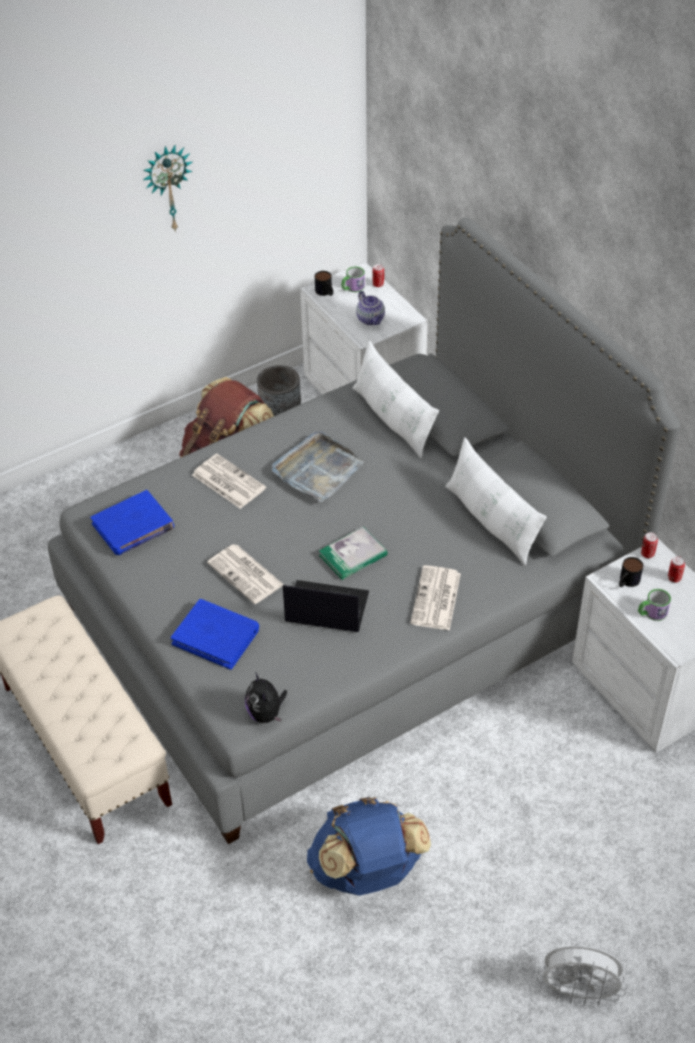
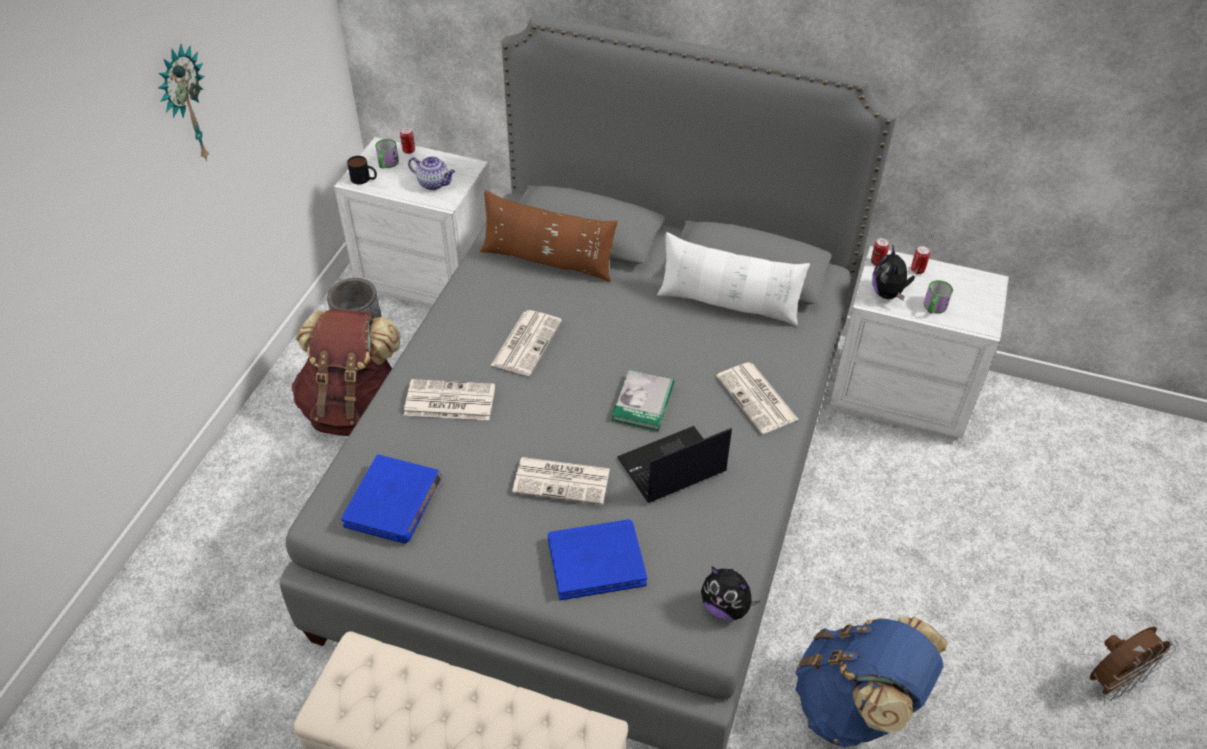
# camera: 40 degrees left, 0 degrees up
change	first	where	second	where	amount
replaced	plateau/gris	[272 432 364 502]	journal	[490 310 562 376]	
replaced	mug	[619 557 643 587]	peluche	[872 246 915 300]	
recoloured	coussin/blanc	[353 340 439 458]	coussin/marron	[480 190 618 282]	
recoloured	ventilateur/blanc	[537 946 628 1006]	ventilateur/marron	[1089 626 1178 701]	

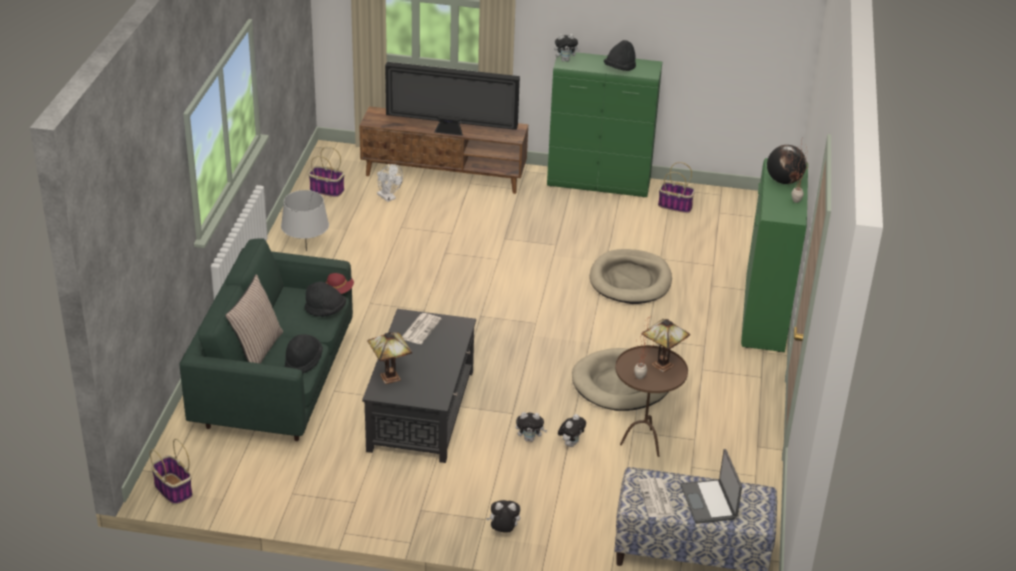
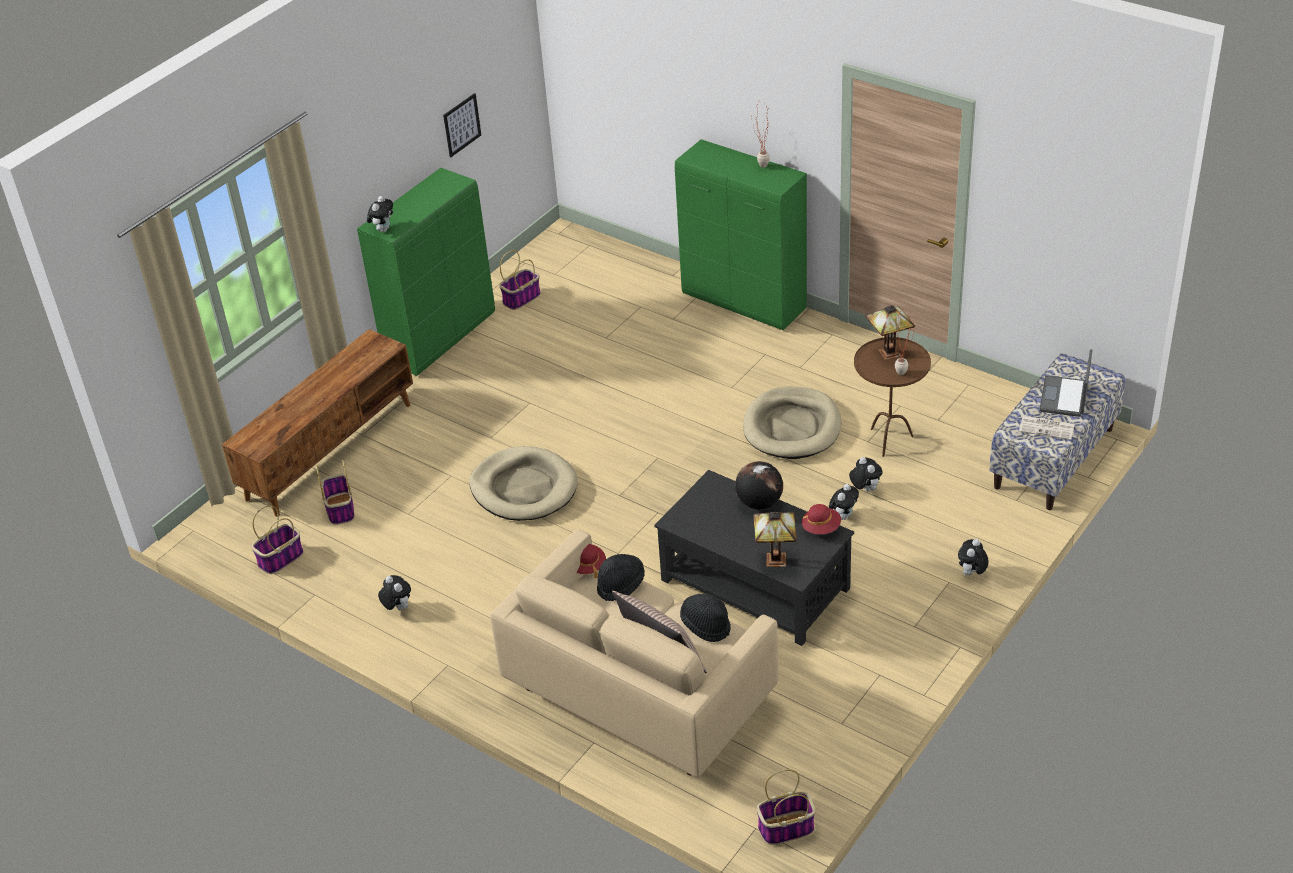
# camera: 60 degrees left, 5 degrees up
change	first	where	second	where	amount
removed	téléviseur	[385 62 520 136]			
removed	journal	[402 313 442 344]			
removed	chapeau/noir	[604 40 636 71]			
added			tableau	[443 93 481 157]	
added			chapeau/rouge	[802 504 841 534]	
moved	panier pour chien/beige	[590 249 672 304]		[469 446 578 521]	
moved	globe	[767 145 807 184]		[735 461 783 509]	
replaced	lampe de table/gris	[281 190 329 251]	peluche	[378 575 411 610]	
replaced	ventilateur/blanc	[377 164 403 202]	panier	[316 460 355 525]	
recoloured	canapé/vert	[179 238 353 441]	canapé/beige	[490 529 778 778]	
turned	ordinateur portable	[680 449 742 524]		[1040 349 1092 417]	90 degrees clockwise

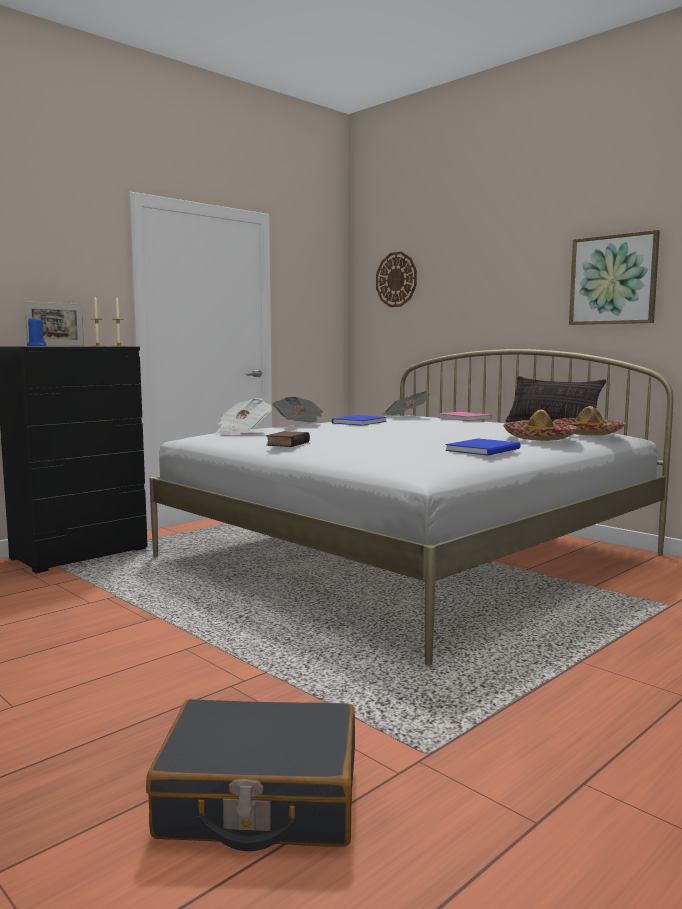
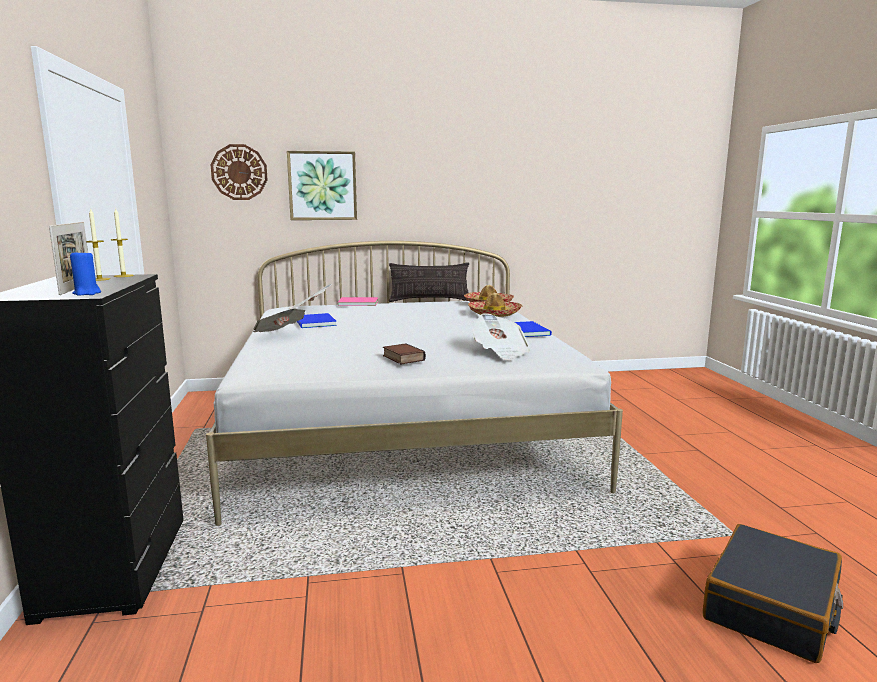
# camera: 55 degrees left, 5 degrees up
change	first	where	second	where	amount
moved	journal	[215 398 272 436]		[471 313 530 360]	
moved	tableau	[569 230 660 325]		[287 151 357 220]	

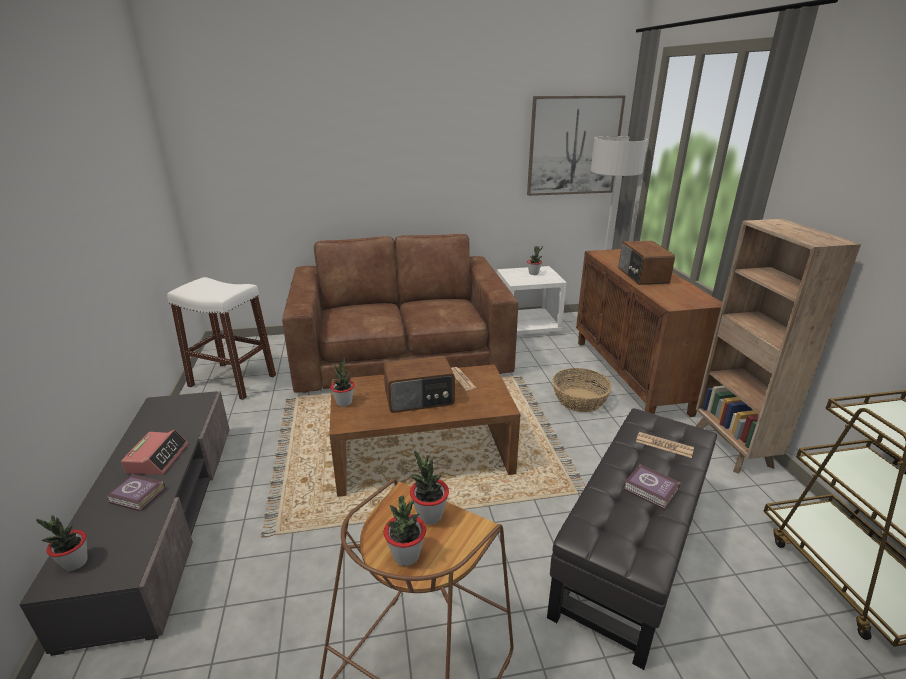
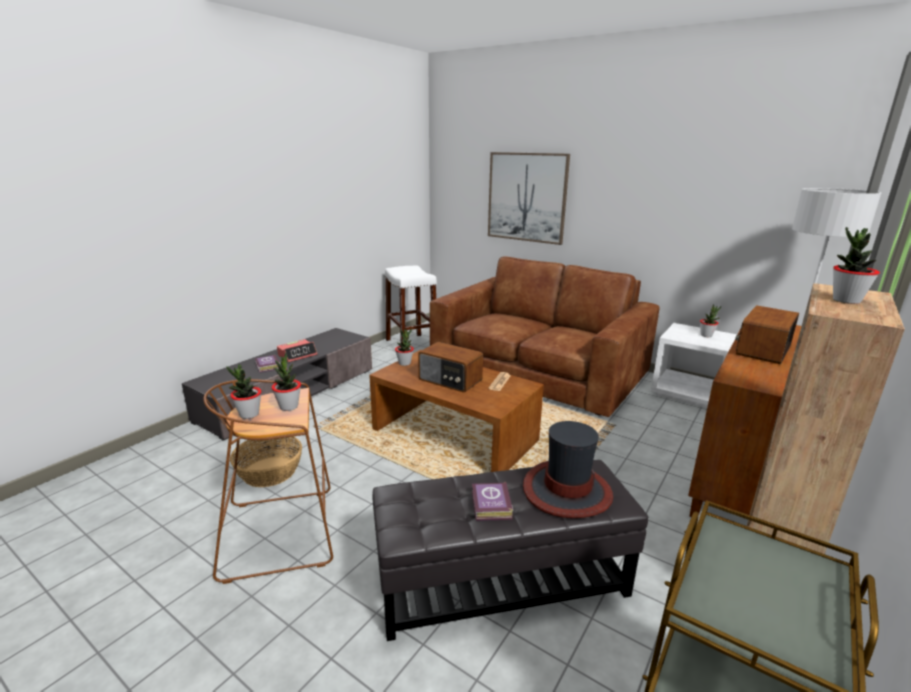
# camera: 45 degrees right, 5 degrees down
change	first	where	second	where	amount
moved	plante en pot	[36 516 88 571]		[833 227 880 304]	
moved	tableau	[527 96 626 196]		[488 152 570 245]	
moved	panier	[552 368 612 412]		[230 436 302 487]	
replaced	journal	[636 432 694 458]	chapeau	[523 421 613 518]	

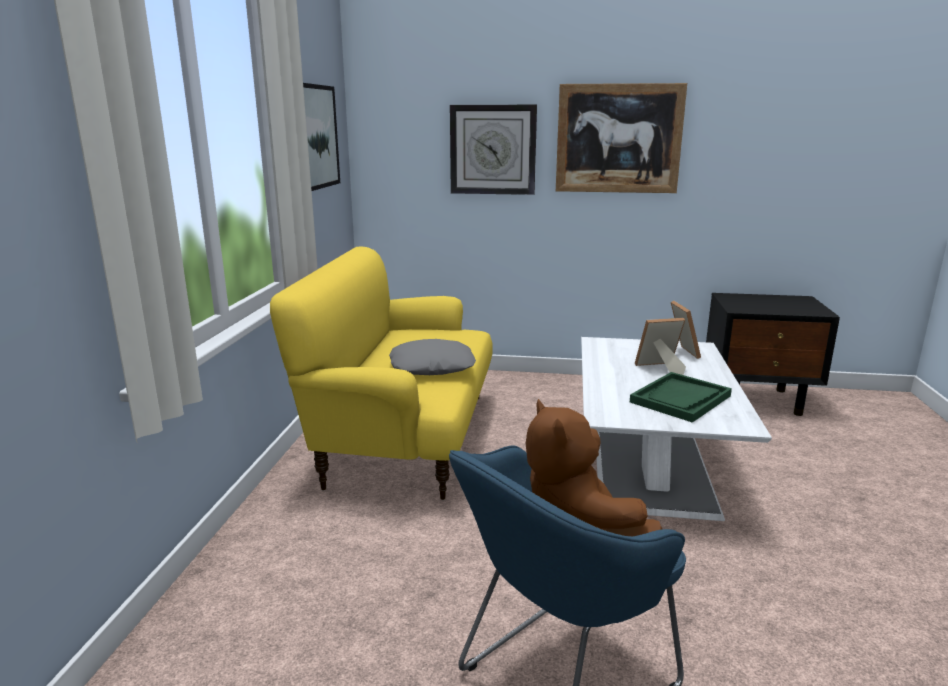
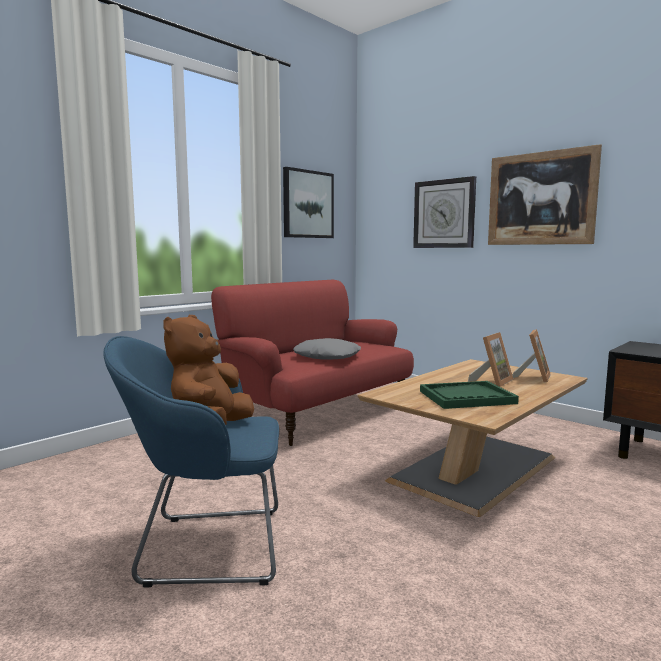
# camera: 35 degrees right, 10 degrees down
change	first	where	second	where	amount
recoloured	canapé/jaune	[270 247 493 500]	canapé/rouge	[211 280 414 446]	
recoloured	table basse/blanc	[581 337 772 521]	table basse/marron	[357 359 588 517]	
turned	cadre photo	[635 318 686 375]		[468 332 514 387]	105 degrees clockwise

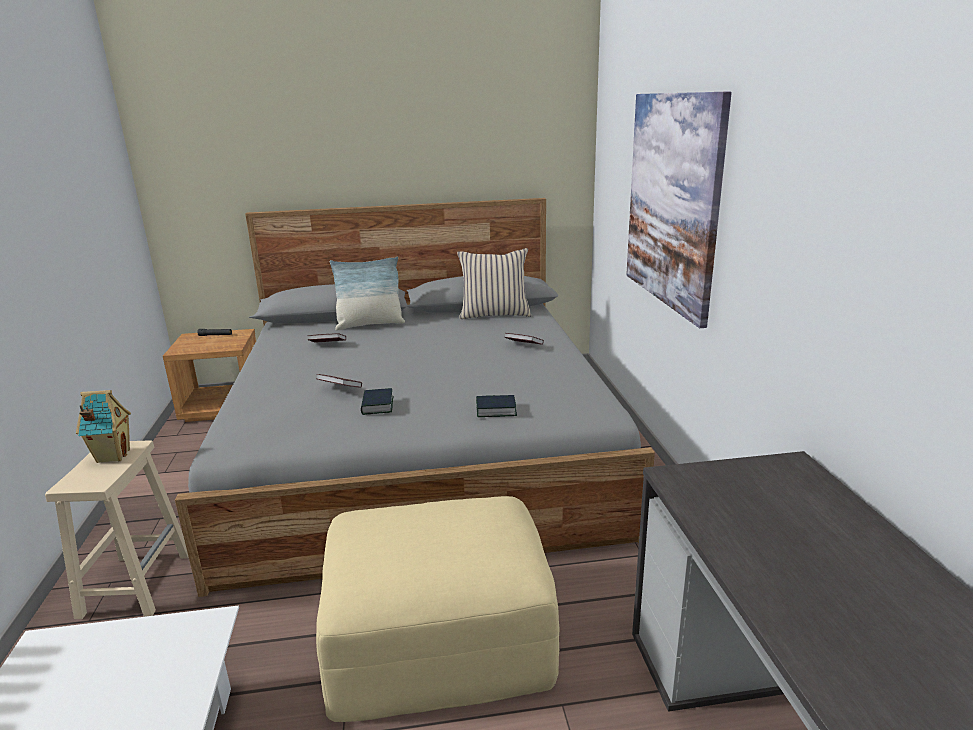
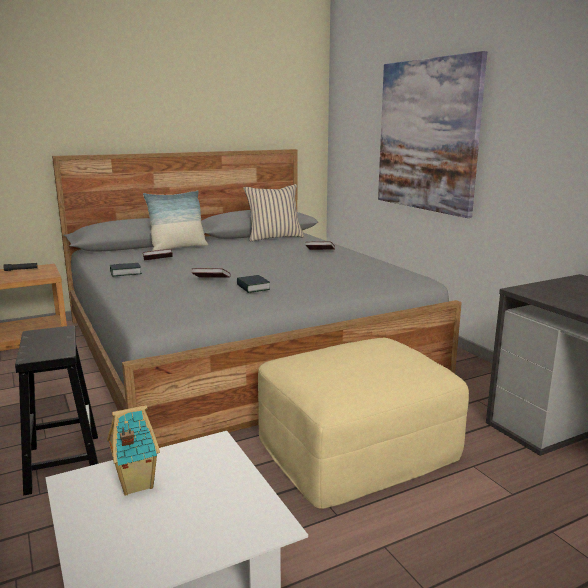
# camera: 20 degrees left, 5 degrees down
change	first	where	second	where	amount
moved	maison miniature	[76 390 131 463]		[107 405 160 496]	
moved	livre	[476 395 517 417]		[110 263 142 276]	
recoloured	tabouret/beige	[45 440 189 619]	tabouret/noir	[15 326 99 495]	

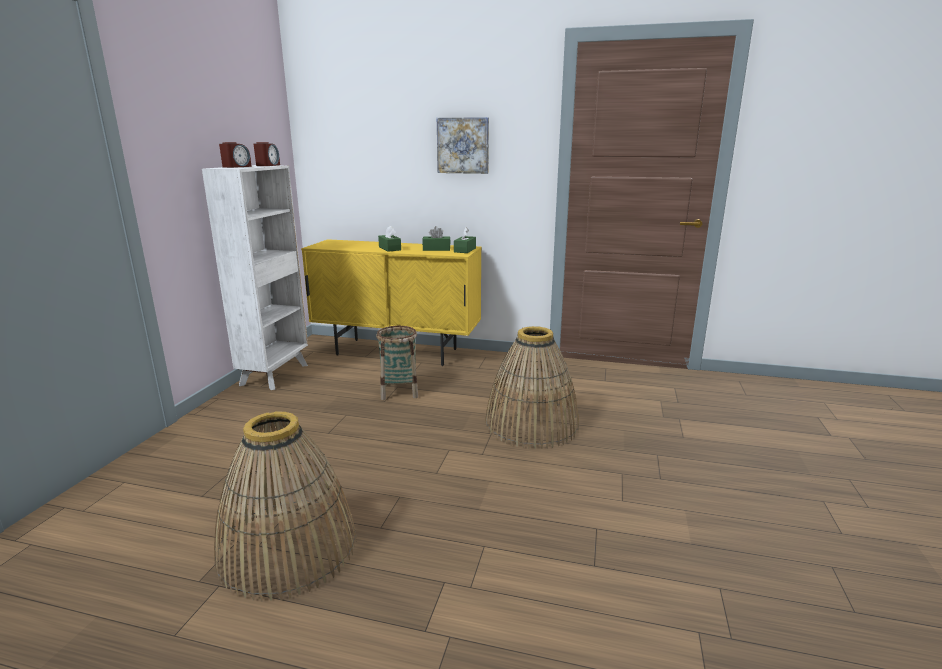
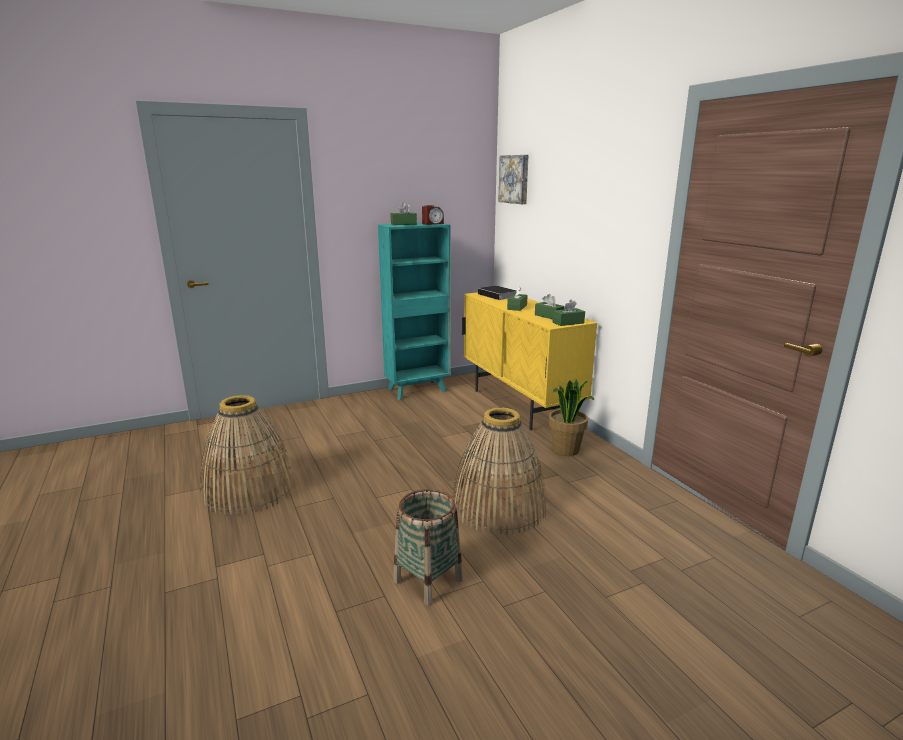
# camera: 50 degrees right, 0 degrees up
change	first	where	second	where	amount
added			livre	[478 286 517 300]	
added			plante en pot	[549 379 594 456]	
moved	panier	[376 326 418 400]		[393 489 463 606]	
moved	tableau	[437 117 489 174]		[498 155 529 204]	
replaced	réveil	[219 142 252 168]	boîte à mouchoirs/vert	[391 203 417 225]	
recoloured	bibliothèque/blanc	[202 165 308 390]	bibliothèque/turquoise	[378 223 451 400]	

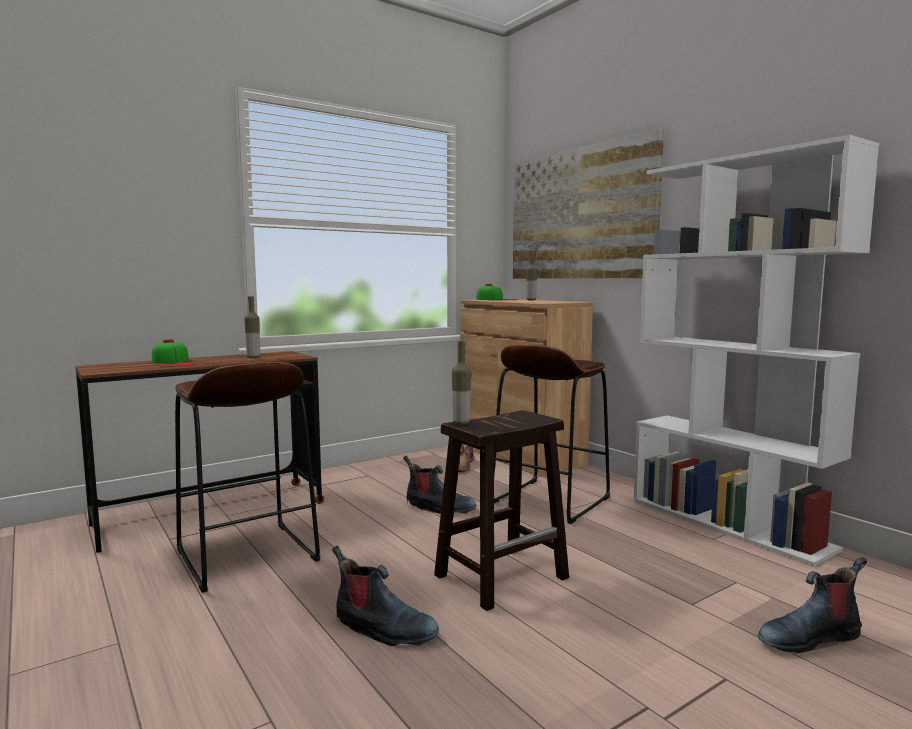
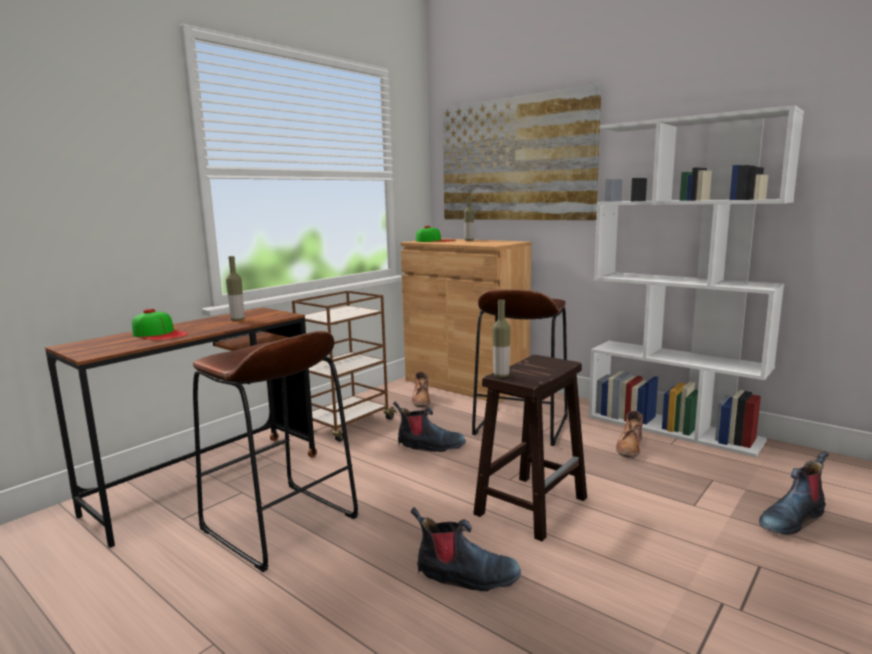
# camera: 15 degrees left, 5 degrees up
change	first	where	second	where	amount
added			chariot/marron	[292 291 397 442]	
added			botte/marron	[616 411 643 458]	

